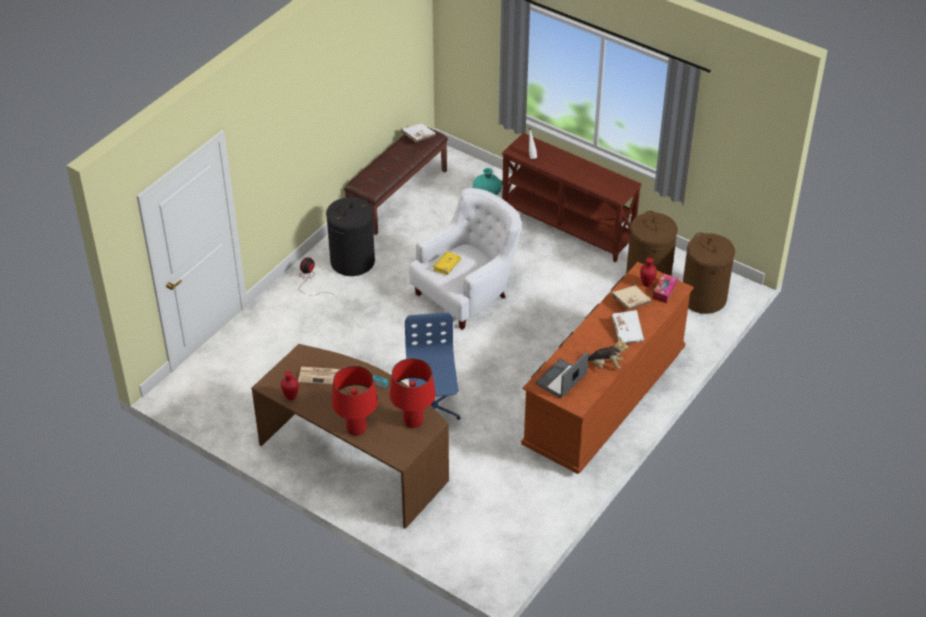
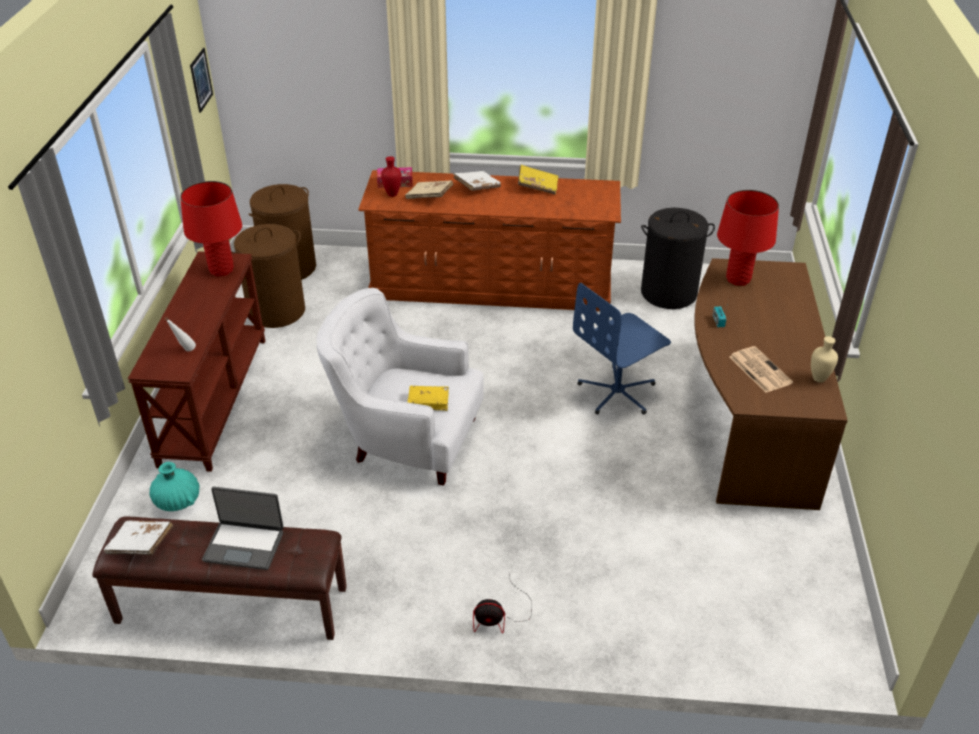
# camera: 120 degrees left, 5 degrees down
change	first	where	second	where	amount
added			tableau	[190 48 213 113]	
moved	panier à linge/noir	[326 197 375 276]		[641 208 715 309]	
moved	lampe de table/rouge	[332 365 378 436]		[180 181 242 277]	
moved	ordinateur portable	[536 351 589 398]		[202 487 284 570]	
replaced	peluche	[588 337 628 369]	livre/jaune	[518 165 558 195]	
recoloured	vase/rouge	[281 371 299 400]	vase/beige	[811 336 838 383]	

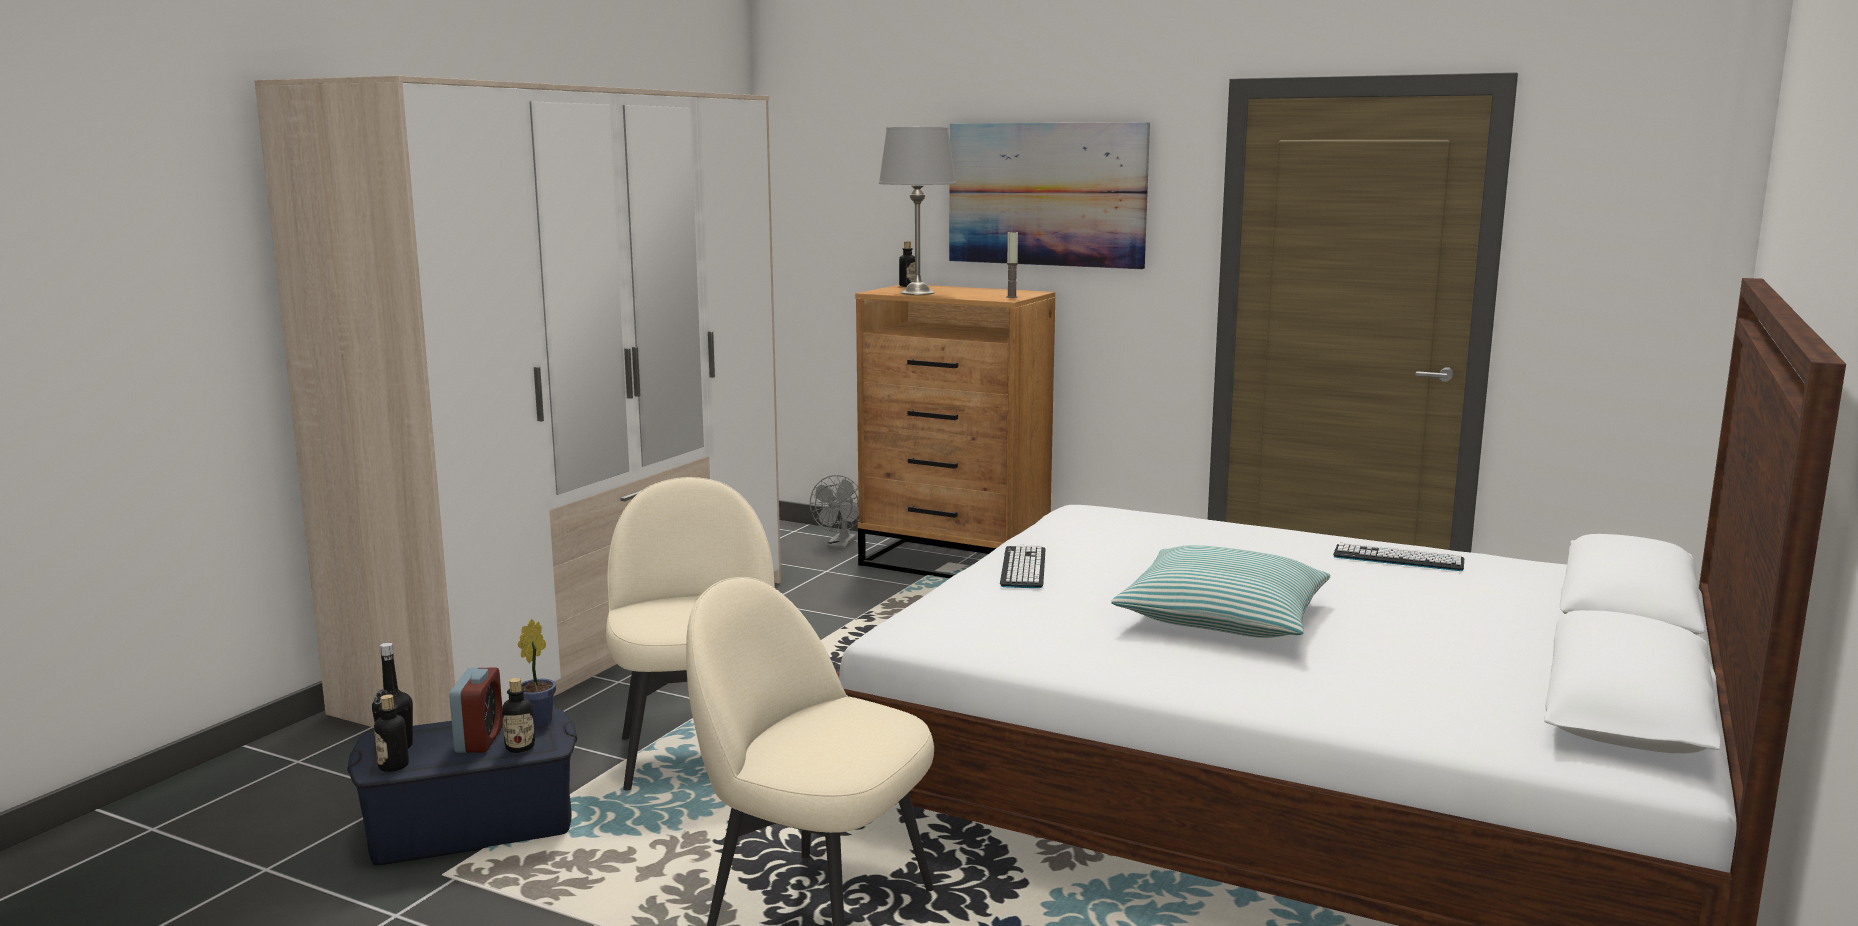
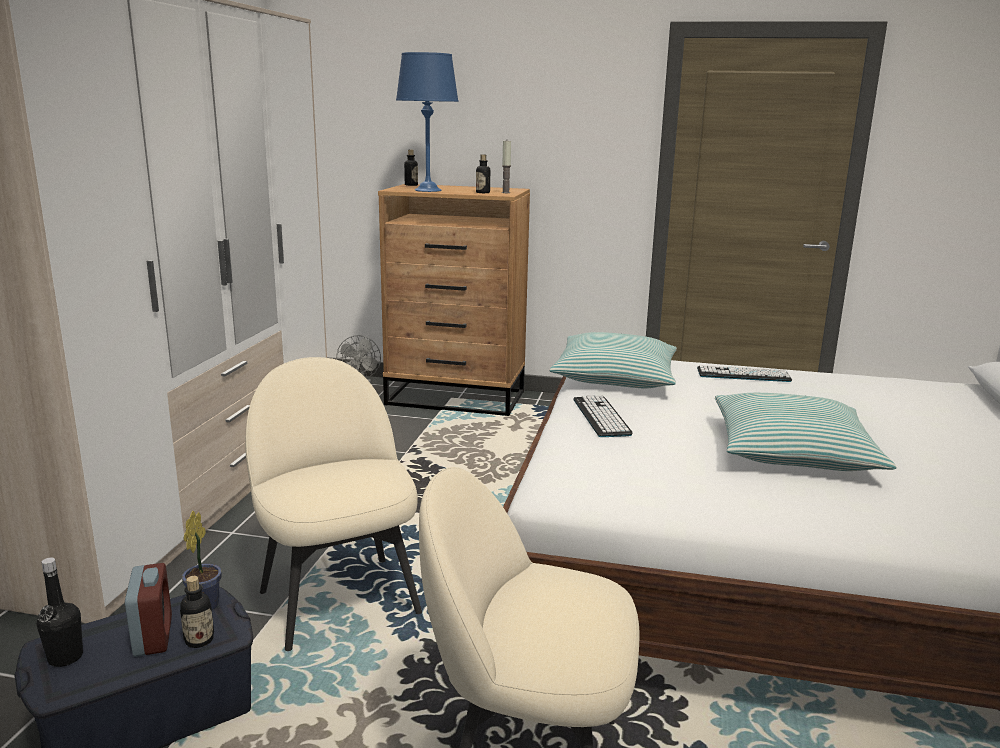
# camera: 15 degrees left, 5 degrees up
change	first	where	second	where	amount
removed	tableau	[949 122 1150 269]			
added			coussin	[550 332 677 388]	
moved	bouteille	[374 694 409 772]		[476 154 490 193]	
moved	clavier	[1333 543 1464 571]		[697 365 792 382]	
recoloured	lampe de table/gris	[879 127 956 295]	lampe de table/bleu	[396 52 459 192]	

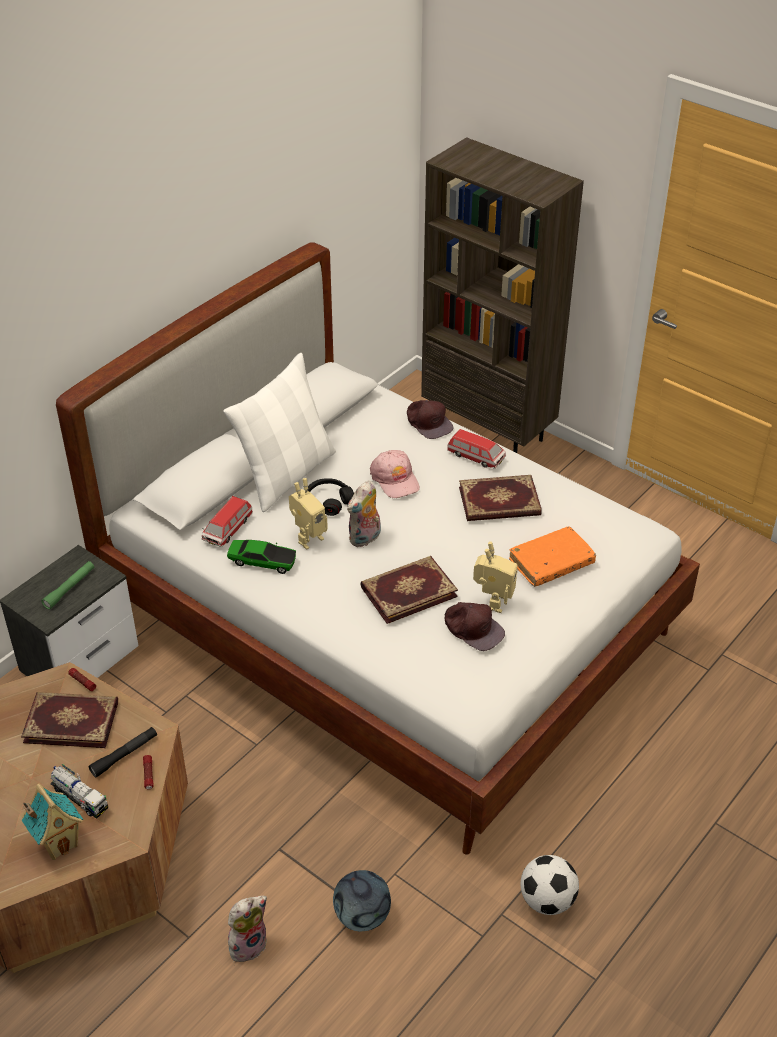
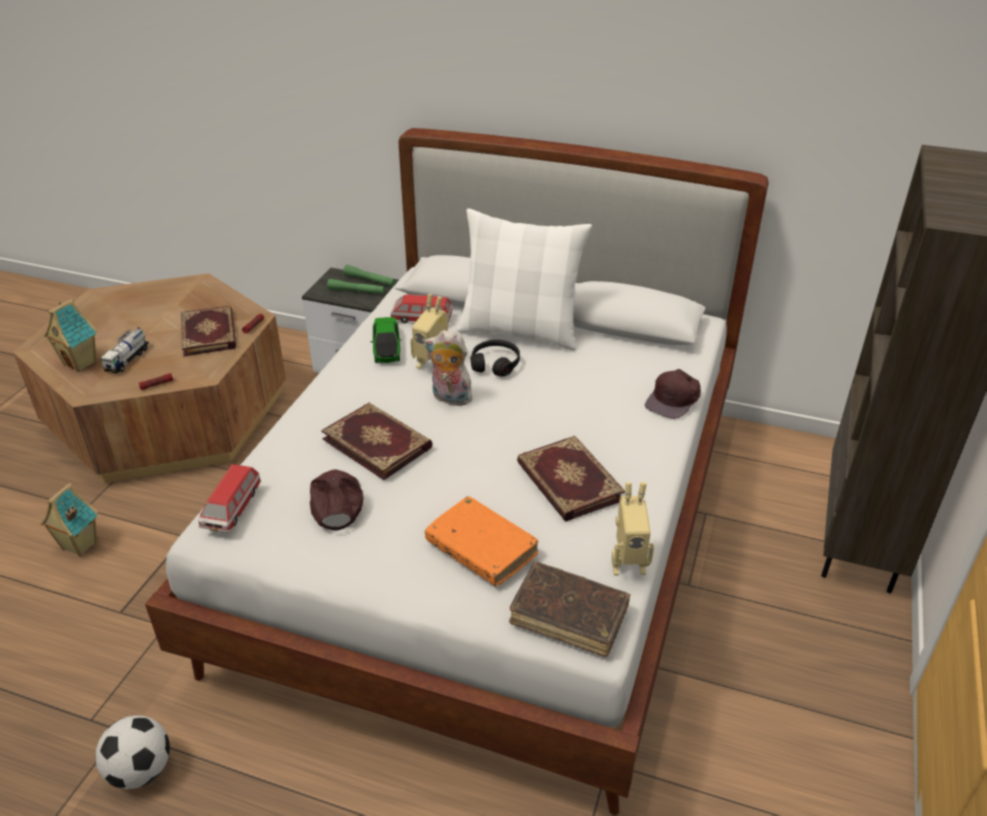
# camera: 70 degrees right, 5 degrees down
change	first	where	second	where	amount
removed	lampe de poche/noir	[88 727 157 777]			
removed	ballon de foot	[333 870 391 932]			
removed	casquette/rose	[370 450 420 498]			
added			lampe de poche/vert	[343 265 396 287]	
added			livre/marron	[509 562 630 657]	
moved	petite voiture	[447 429 506 469]		[198 464 261 532]	
moved	robot jouet	[473 542 518 613]		[611 482 654 575]	
replaced	peluche	[228 896 267 965]	maison miniature	[40 483 98 557]	
turned	casquette/marron	[445 602 505 651]		[310 469 363 530]	150 degrees clockwise

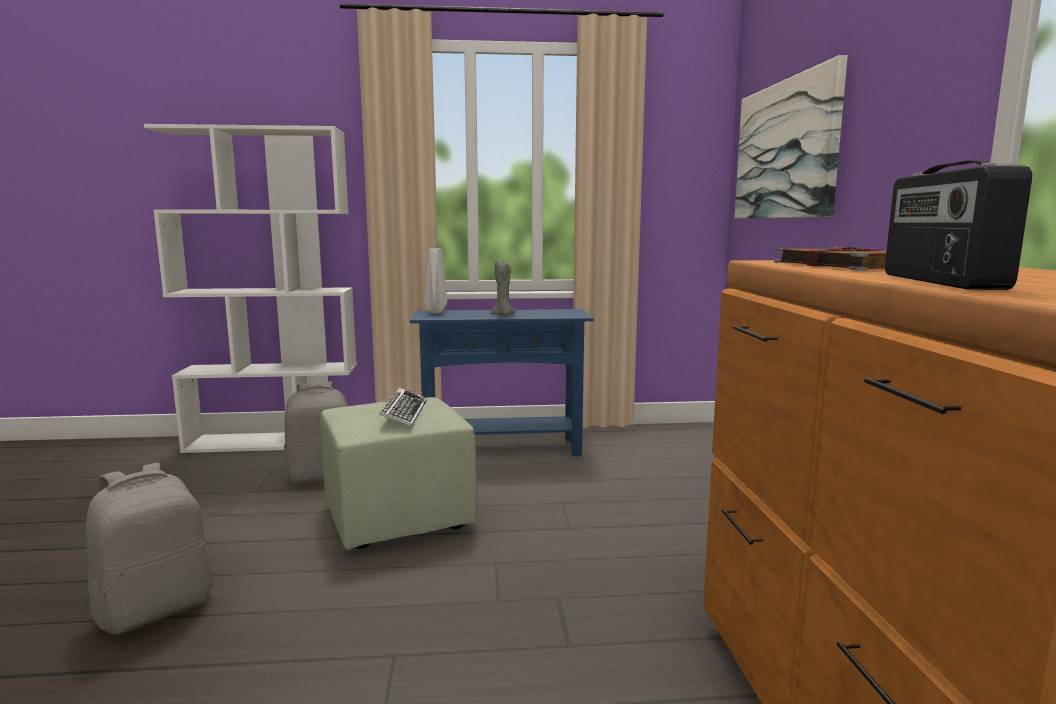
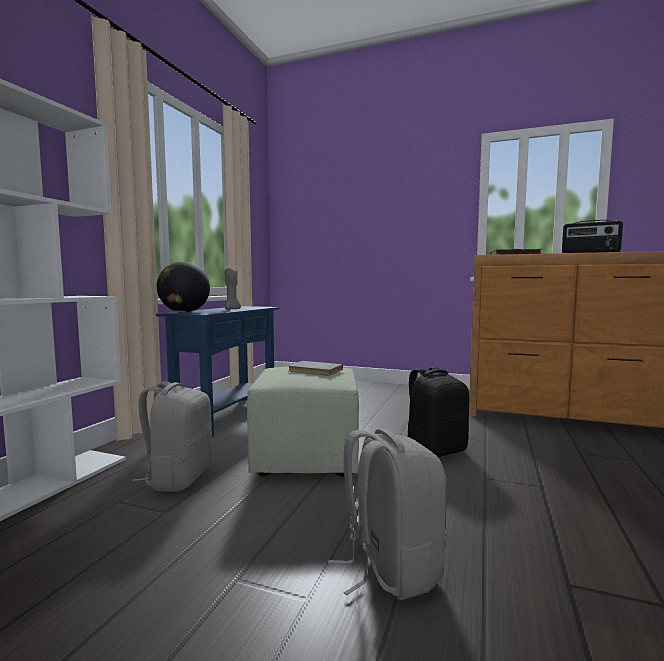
# camera: 65 degrees left, 5 degrees down
change	first	where	second	where	amount
removed	tableau	[734 55 848 218]			
added			sac à dos/noir	[408 367 469 457]	
replaced	clavier	[379 388 427 427]	livre/gris	[288 361 343 376]	
replaced	vase/gris	[424 248 447 313]	globe	[157 262 210 312]	

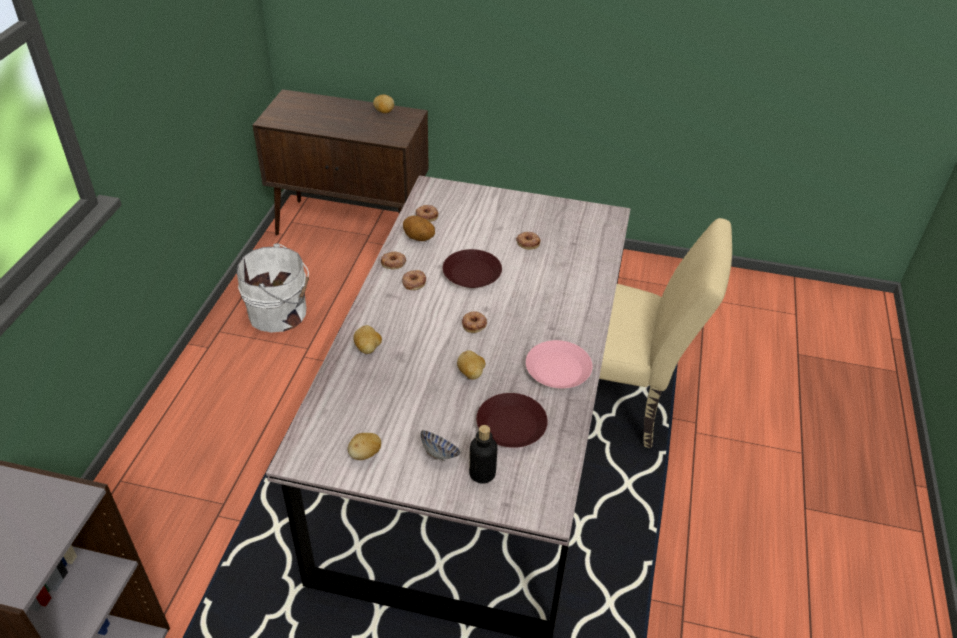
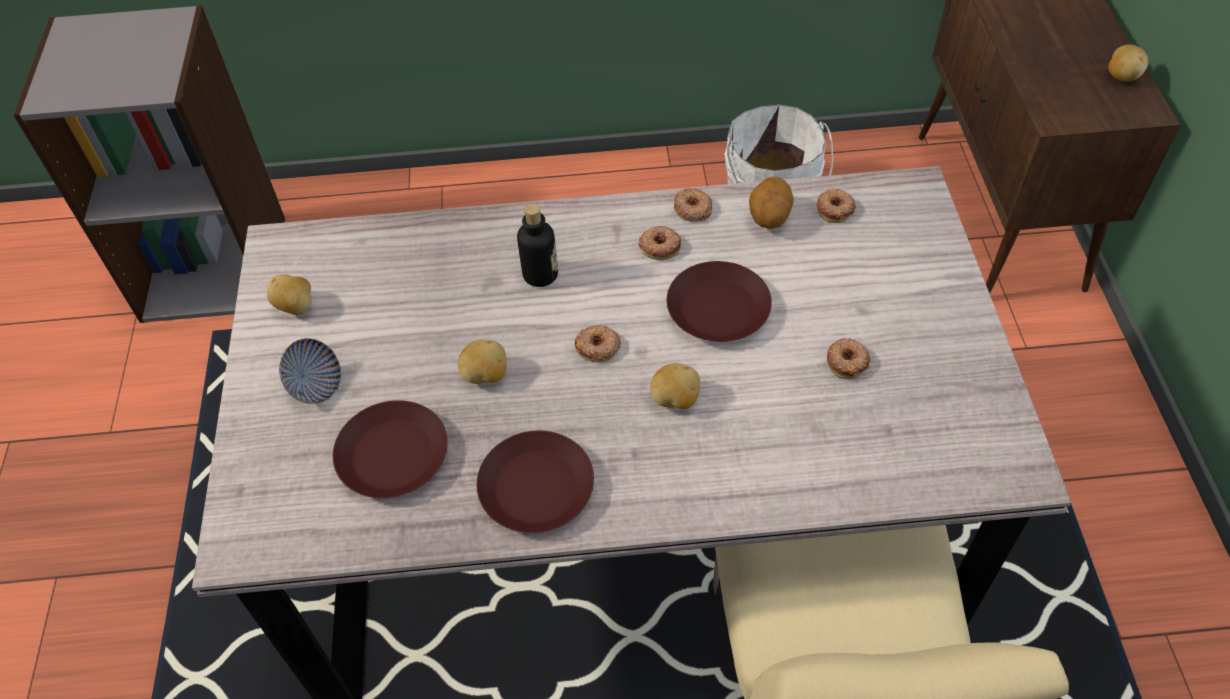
# camera: 75 degrees right, 10 degrees up
change	first	where	second	where	amount
moved	pomme de terre	[353 325 382 354]		[650 363 700 409]	
moved	bouteille	[469 425 497 484]		[517 204 558 287]	
recoloured	assiette/rose	[526 340 593 388]	assiette/marron	[477 431 594 533]	

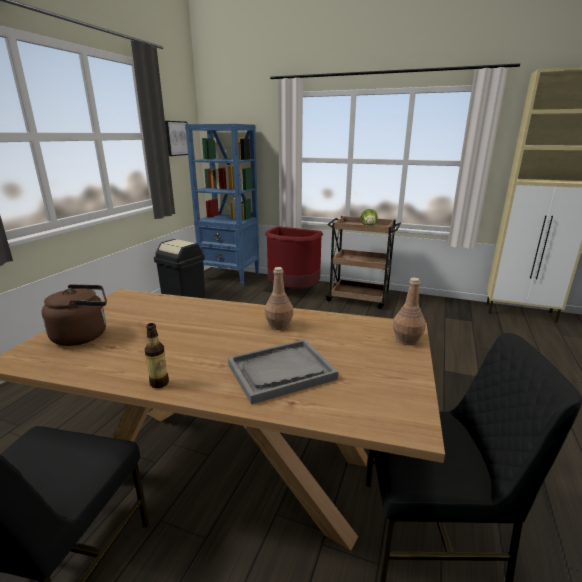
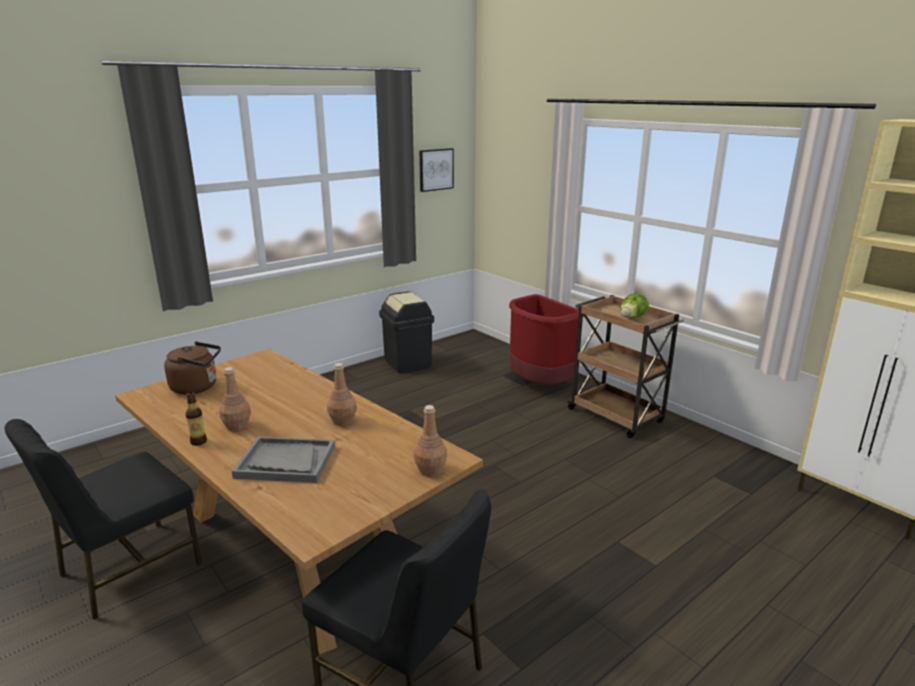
# camera: 30 degrees right, 0 degrees up
change	first	where	second	where	amount
removed	bibliothèque/bleu	[185 124 259 286]			
added			bouteille/marron	[219 367 251 431]	

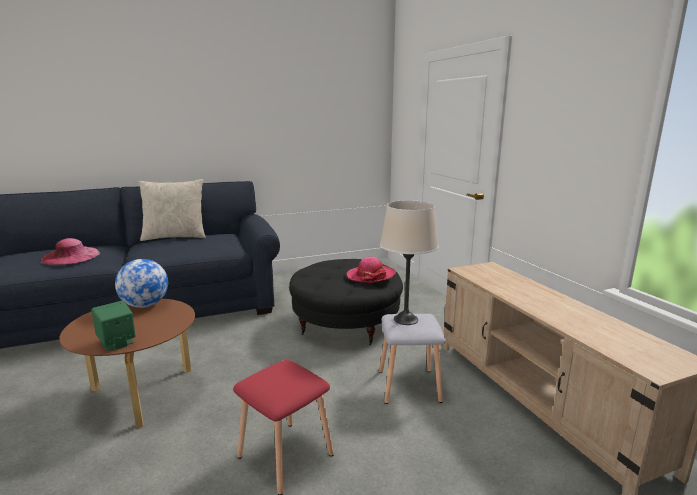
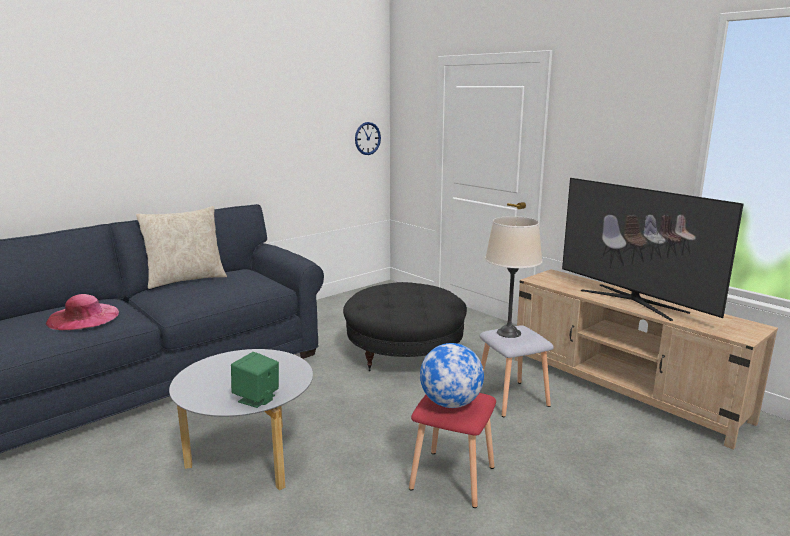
# camera: 20 degrees left, 0 degrees up
change	first	where	second	where	amount
removed	chapeau	[347 257 396 283]			
added			horloge murale	[355 122 381 155]	
added			téléviseur	[562 178 744 321]	
moved	globe	[115 259 168 308]		[420 343 484 408]	
recoloured	table basse/marron	[59 299 195 428]	table basse/gris	[169 349 313 491]	

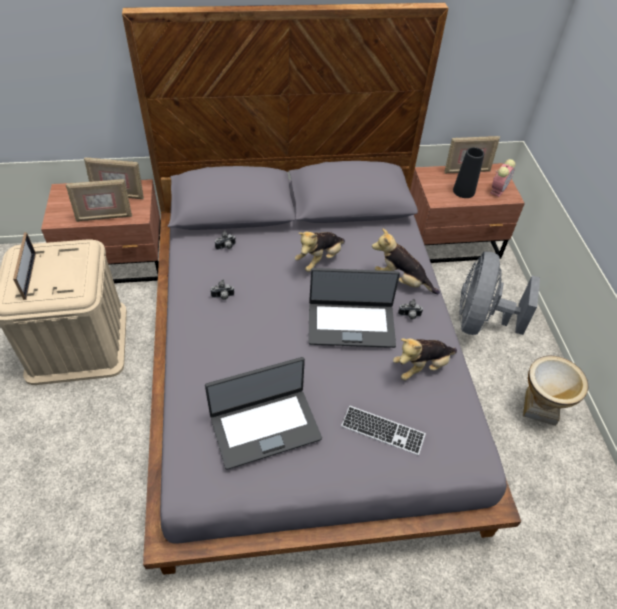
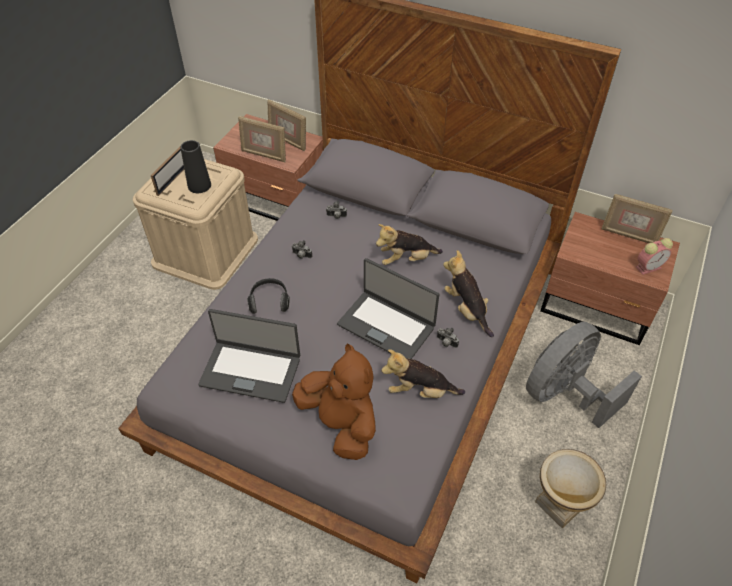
# camera: 35 degrees right, 0 degrees up
change	first	where	second	where	amount
added			casque audio	[247 278 290 314]	
moved	vase/noir	[453 147 484 198]		[180 140 211 193]	
replaced	clavier	[341 405 426 456]	peluche/marron	[292 343 376 460]	

